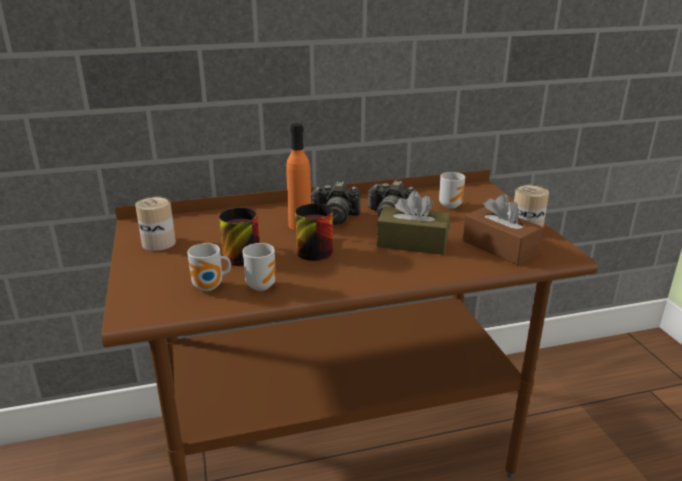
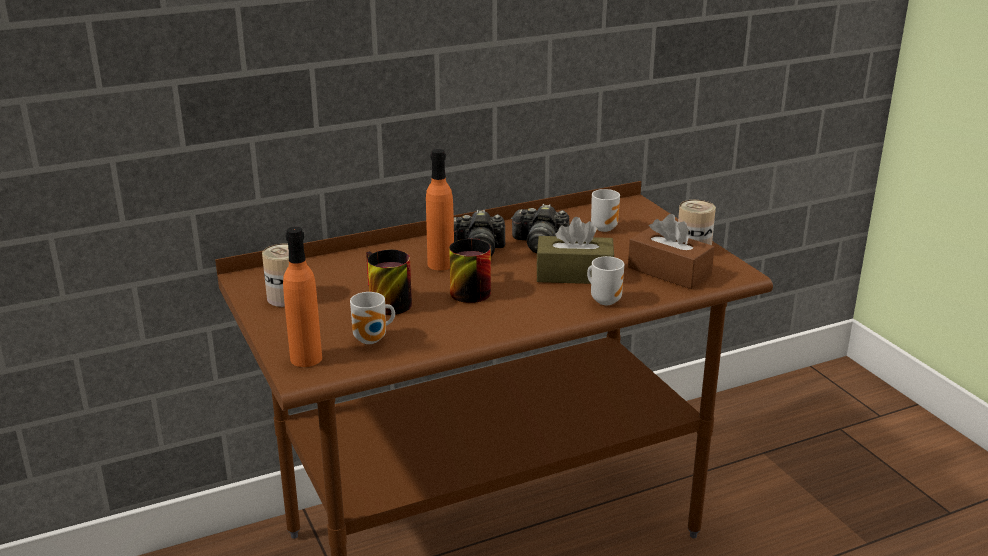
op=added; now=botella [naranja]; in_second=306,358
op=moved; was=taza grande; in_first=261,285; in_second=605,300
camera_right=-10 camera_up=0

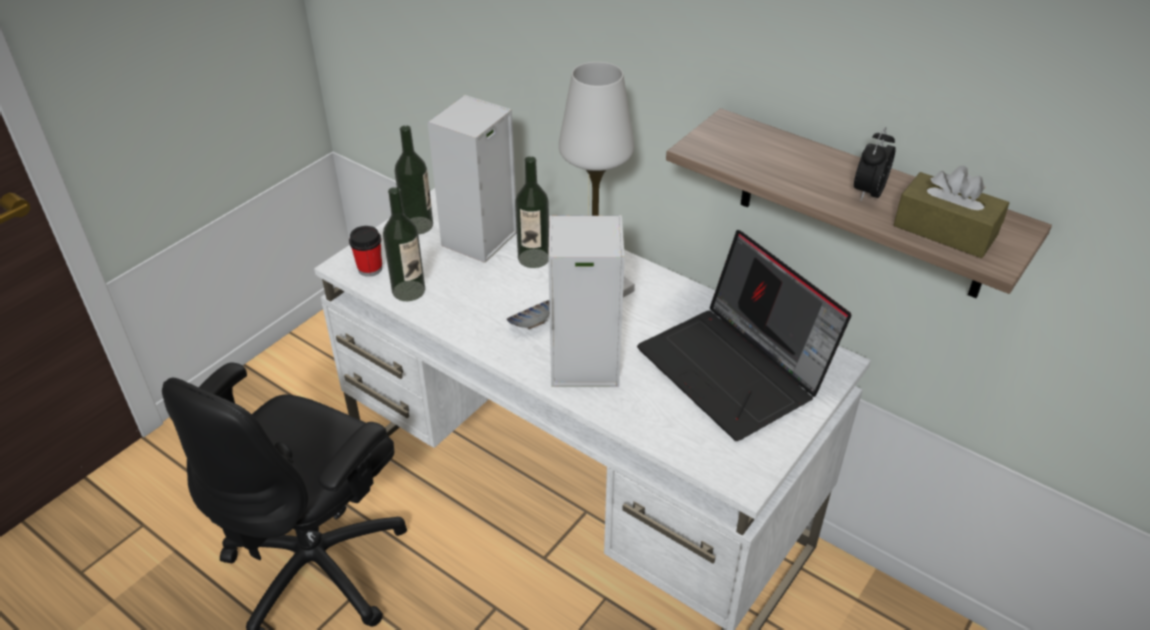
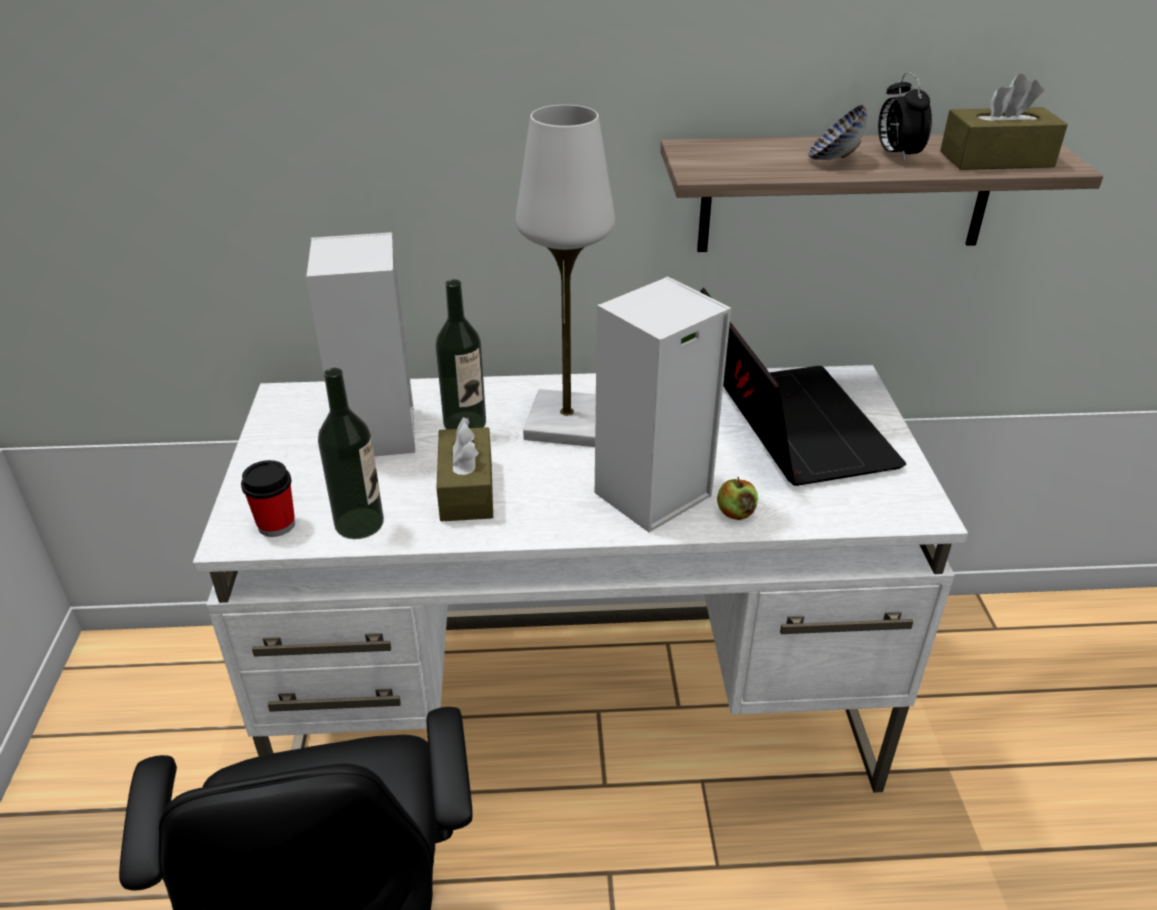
op=added; now=caja de pañuelos [marrón]; in_second=466,489
op=turned; was=portátil; in_first=736,370; in_second=788,426; clockwise=-120
op=added; now=manzana; in_second=735,513
op=moved; was=cuenco; in_first=531,325; in_second=833,159
op=removed; was=botella; in_first=418,225
camera_right=-40 camera_up=-5

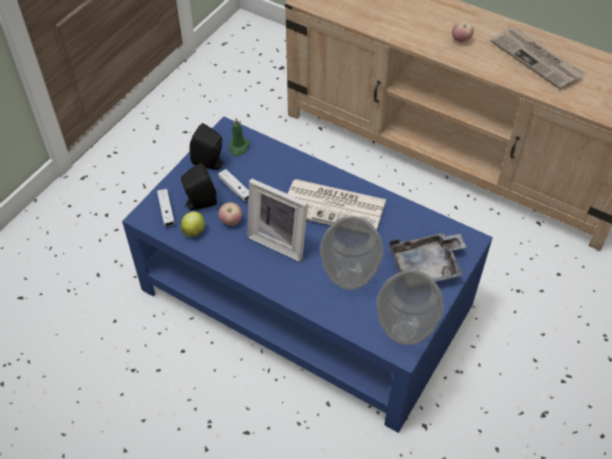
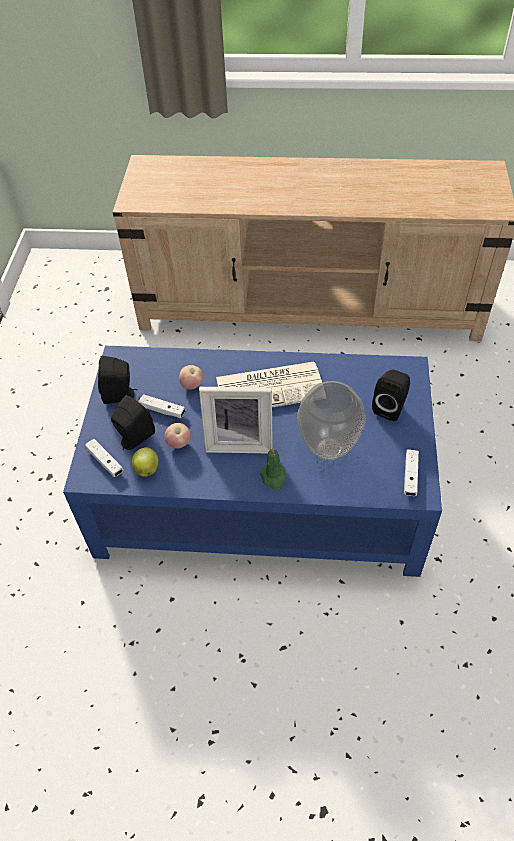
op=moved; was=manzana; in_first=460,40; in_second=192,385
op=moved; was=vela [verde]; in_first=238,148; in_second=273,477
op=replaced; was=bandeja [gris]; now=altavoz [negro]; in_first=427,267; in_second=390,407
op=replaced; was=florero; now=mando de consola [blanco]; in_first=403,332; in_second=410,476
op=removed; was=periódico; in_first=536,60
camera_right=-25 camera_up=0

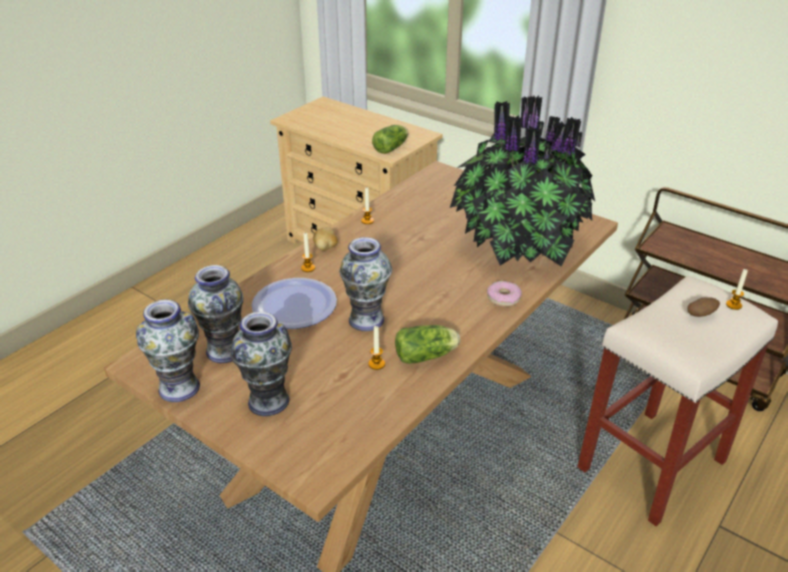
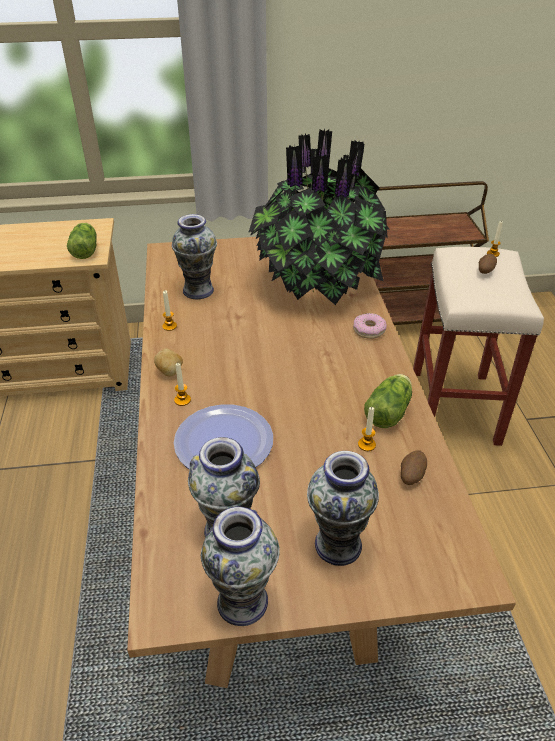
op=moved; was=florero; in_first=366,319; in_second=197,290
op=added; now=patata; in_second=411,475
camera_right=-45 camera_up=5

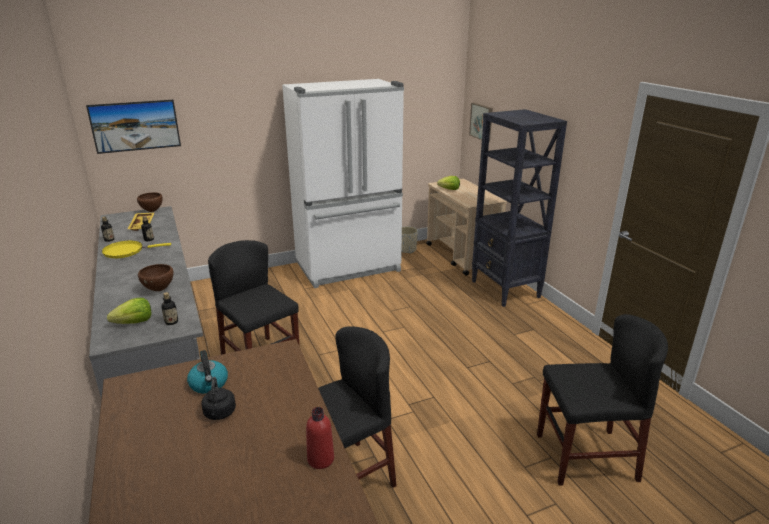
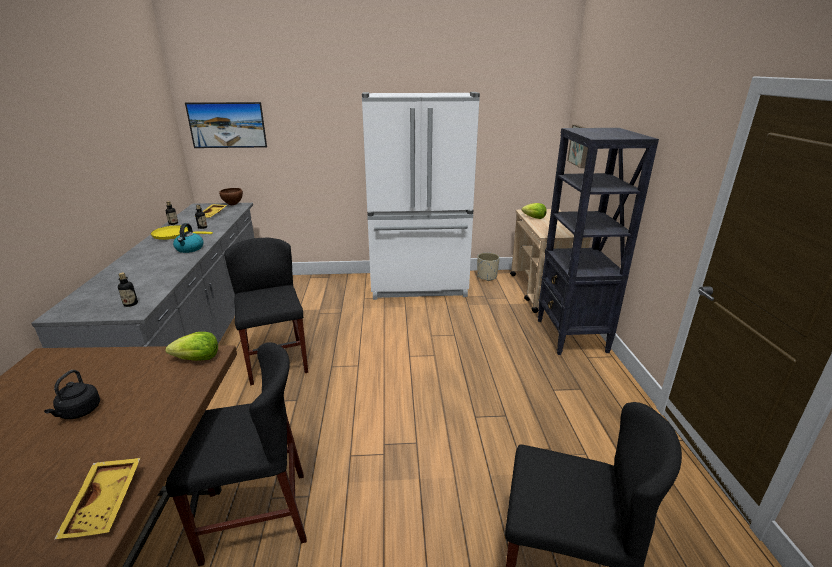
op=replaced; was=botella [rojo]; now=bandeja [amarillo]; in_first=320,459; in_second=106,503
op=moved; was=lechuga; in_first=134,322; in_second=197,359
op=moved; was=hervidor; in_first=209,384; in_second=189,249
op=removed; was=cuenco [marrón]; in_first=159,289
camera_right=20 camera_up=0

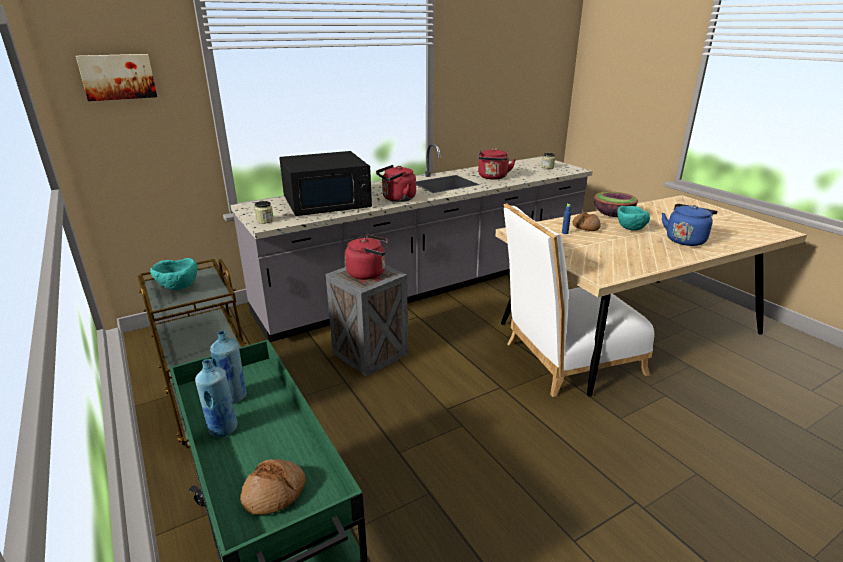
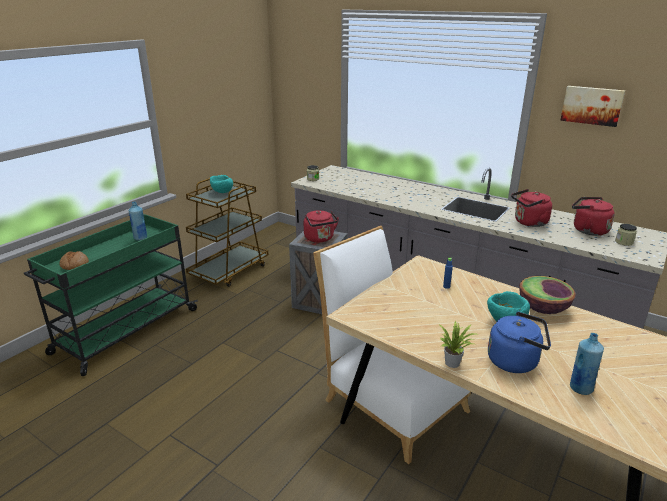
op=added; now=planta en maceta; in_second=454,362
op=moved; was=cuadro; in_first=118,77; in_second=592,105
op=moved; was=botella [azul]; in_first=222,429; in_second=580,388
op=moved; was=hervidor [rojo]; in_first=397,199; in_second=587,230
op=removed; was=microondas [negro]; in_first=327,203
op=removed; was=pan; in_first=585,227
camera_right=65 camera_up=0

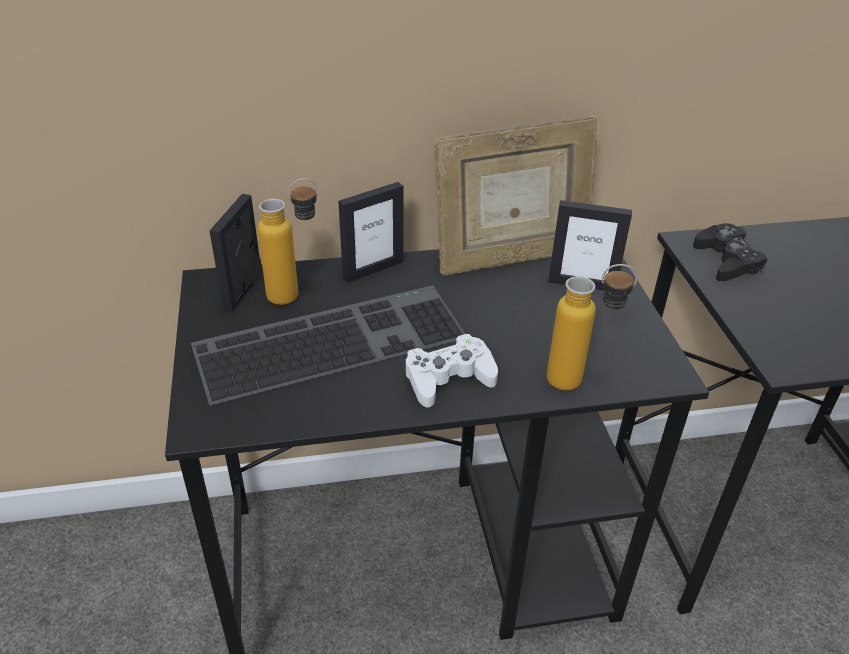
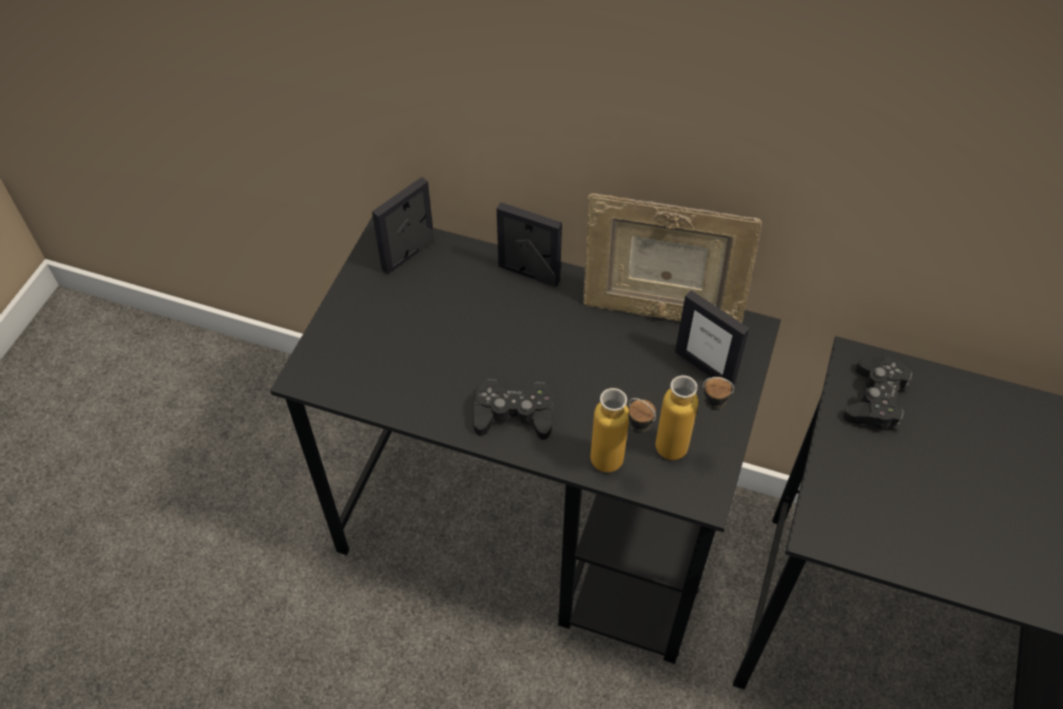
op=recoloured; was=mando de consola [blanco]; now=mando de consola [negro]; in_first=448,378; in_second=513,415
op=turned; was=portarretratos; in_first=373,269; in_second=528,274; clockwise=-150
op=moved; was=botella; in_first=296,295; in_second=685,450
op=removed; was=teclado; in_first=332,339
camera_right=30 camera_up=15

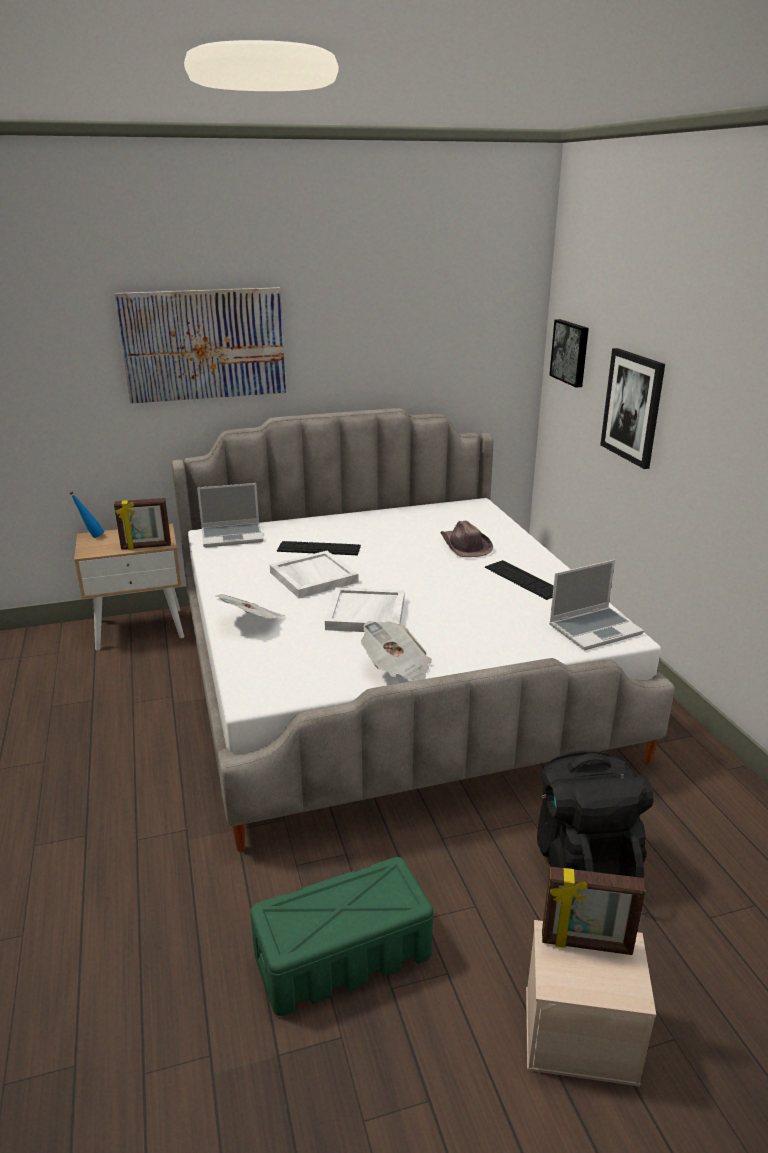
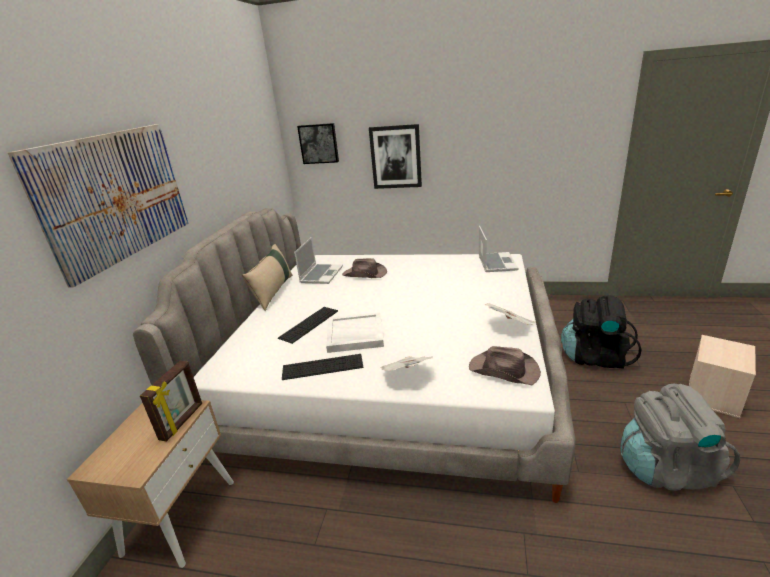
op=added; now=cojín [beis]; in_second=273,292
op=moved; was=teclado; in_first=523,579; in_second=322,367
op=moved; was=portátil; in_first=233,536; in_second=321,274
op=added; now=sombrero [marrón]; in_second=504,370
op=replaced; was=caja de almacenaje [verde]; now=mochila [gris]; in_first=342,956; in_second=666,469
op=removed; was=botella [azul]; in_first=91,537
op=removed; was=bandeja [blanco]; in_first=366,614
op=removed; was=portarretratos; in_first=586,944
camera_right=-60 camera_up=0

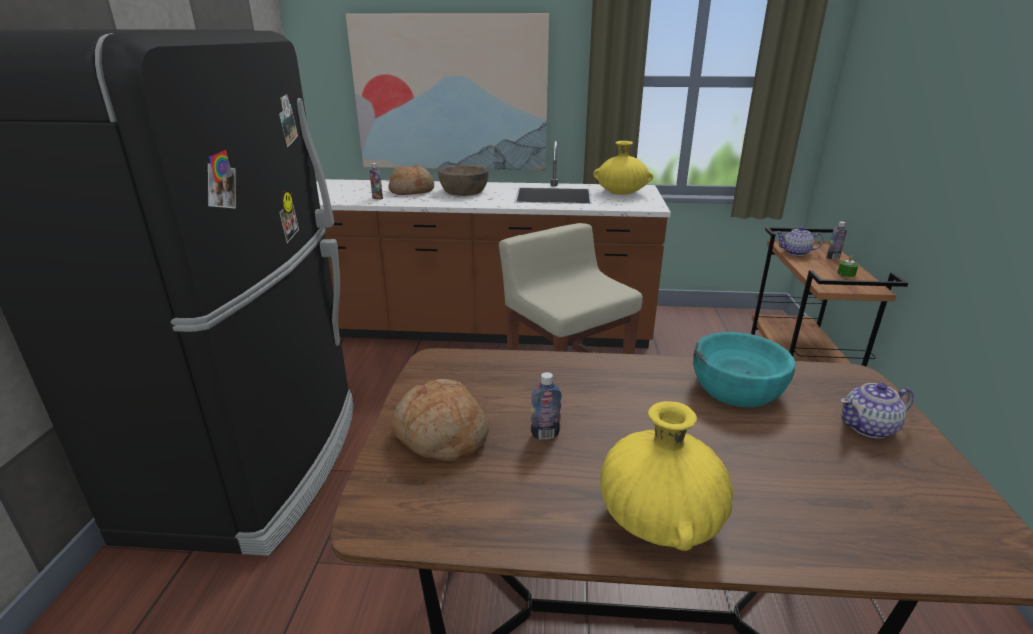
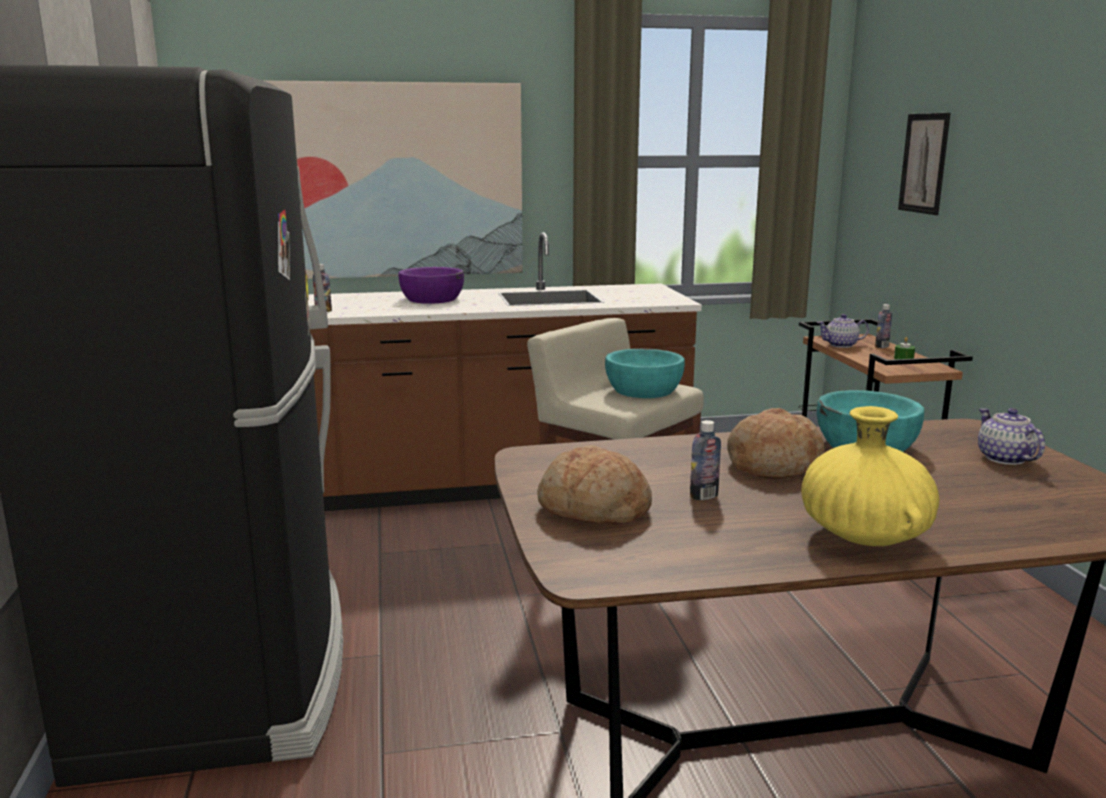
op=recoloured; was=cuenco [marrón]; now=cuenco [morado]; in_first=464,191; in_second=432,299
op=added; now=cuenco [turquesa]; in_second=643,390
op=moved; was=pan; in_first=412,191; in_second=773,464
op=added; now=cuadro; in_second=924,163
op=turned; was=tetera; in_first=869,427; in_second=1005,459; clockwise=105
op=removed; was=florero [amarillo]; in_first=621,193
camera_right=-15 camera_up=-10

